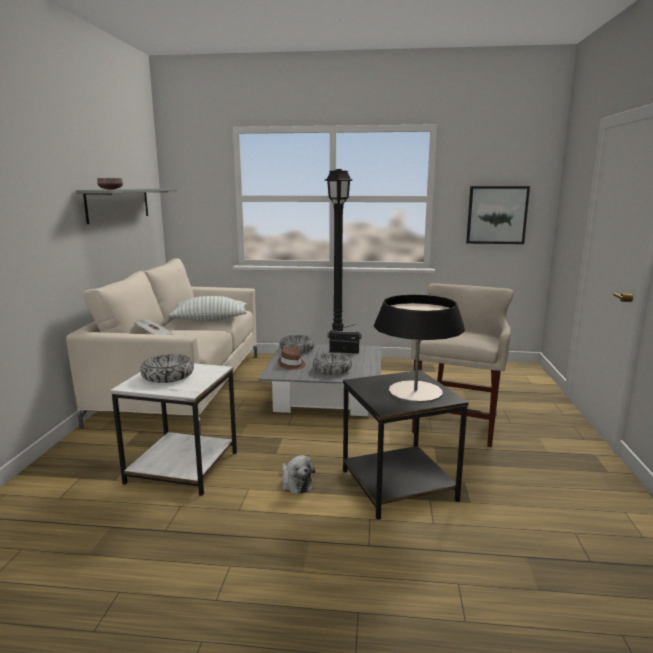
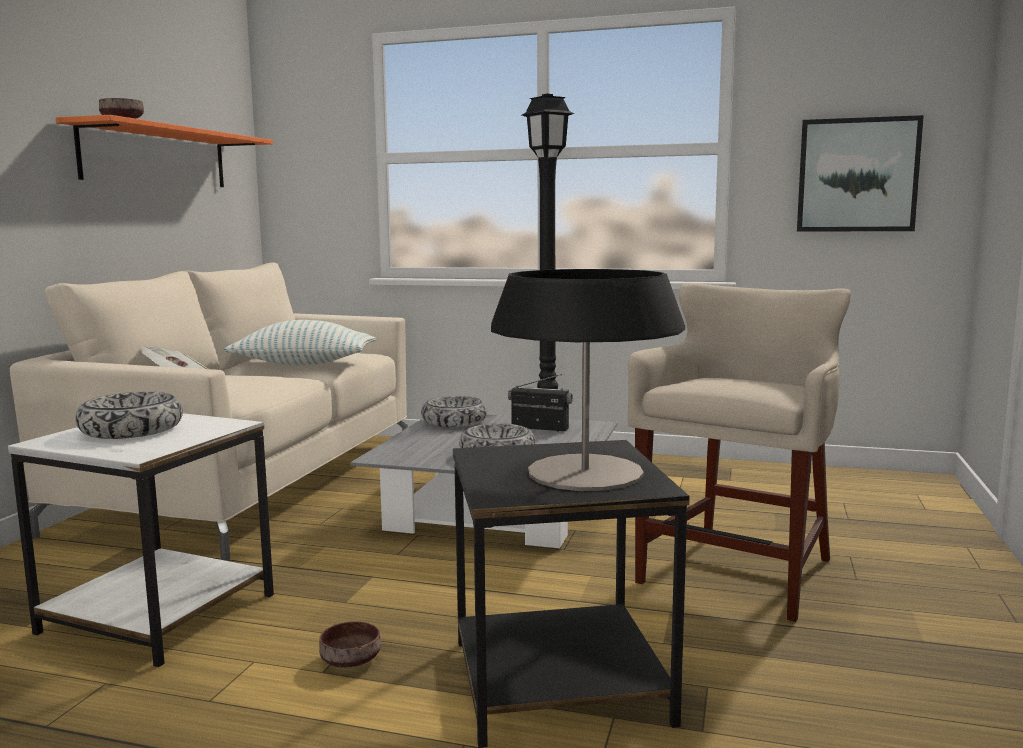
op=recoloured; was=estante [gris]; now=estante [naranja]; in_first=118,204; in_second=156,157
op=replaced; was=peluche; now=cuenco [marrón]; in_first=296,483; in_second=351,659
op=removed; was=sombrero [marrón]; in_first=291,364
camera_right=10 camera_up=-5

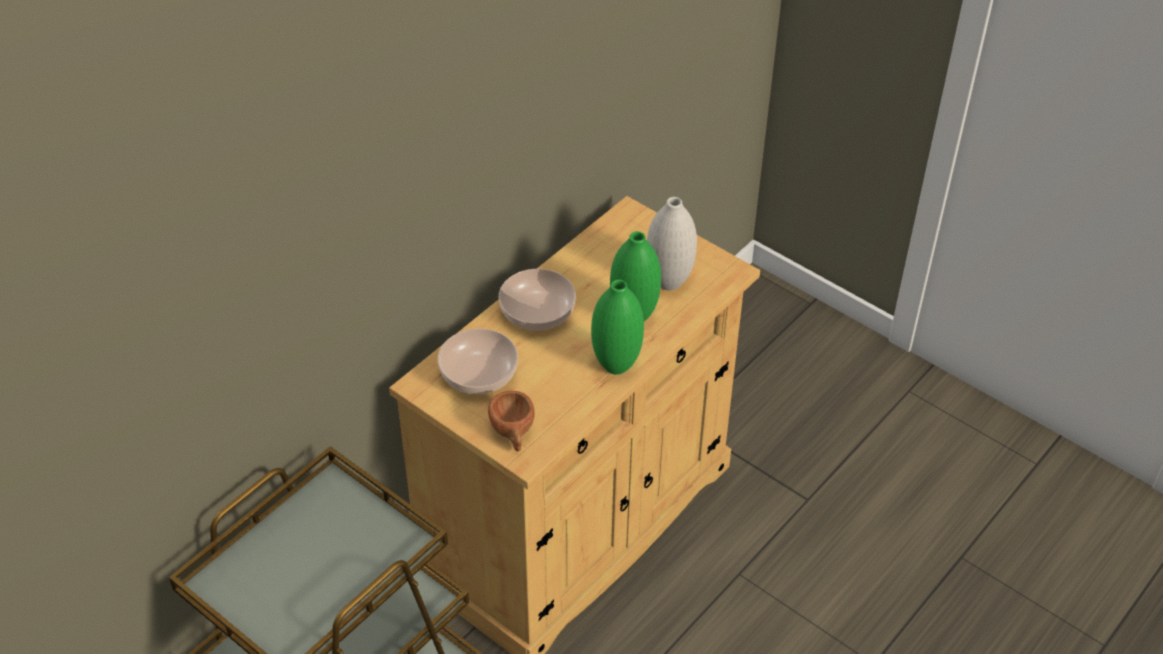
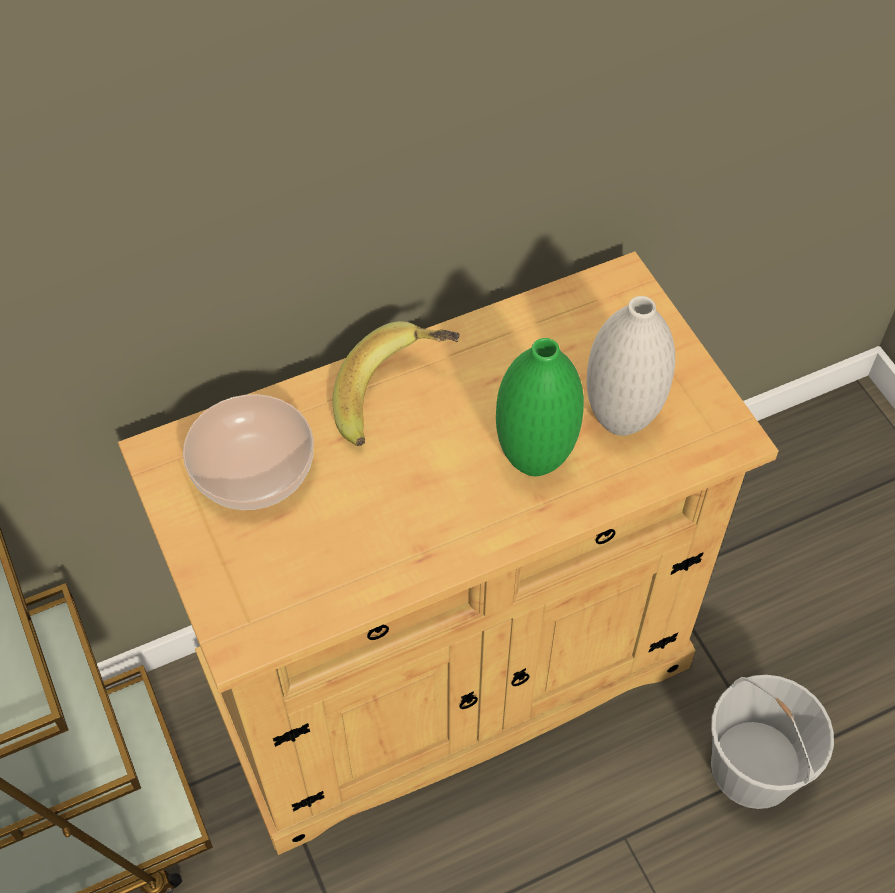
op=replaced; was=cuenco; now=plátano; in_first=538,312; in_second=397,399
op=added; now=cubo [blanco]; in_second=755,767
op=removed; was=taza [marrón]; in_first=513,433
op=removed; was=florero [verde]; in_first=616,365
camera_right=25 camera_up=10

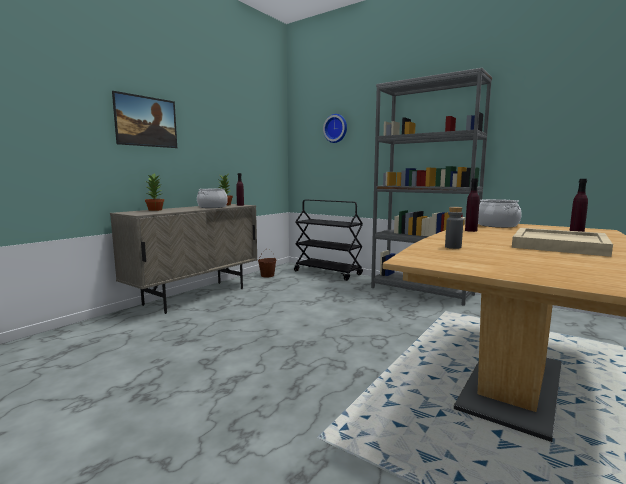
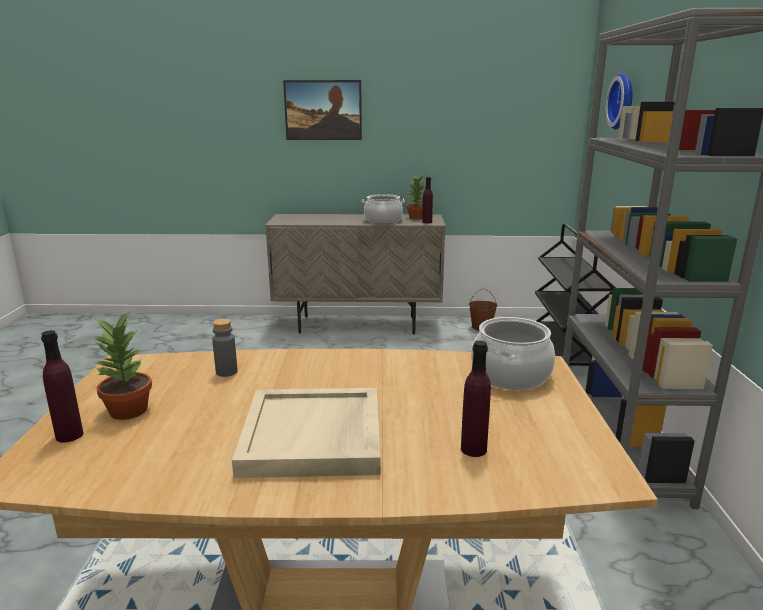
op=moved; was=botella [morado]; in_first=471,230; in_second=69,435
op=moved; was=planta en maceta; in_first=155,210; in_second=129,410
camera_right=55 camera_up=10

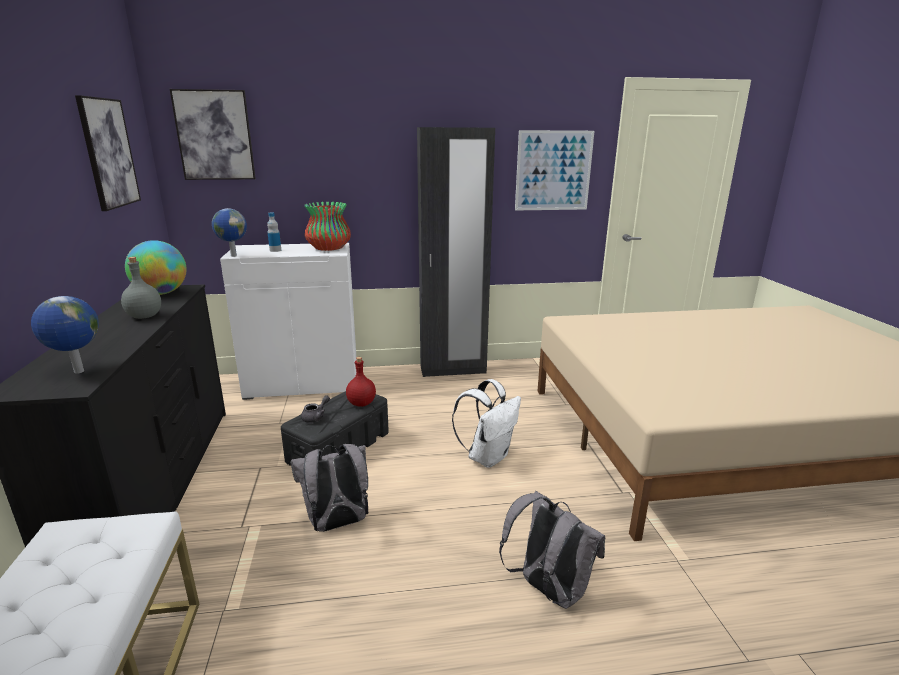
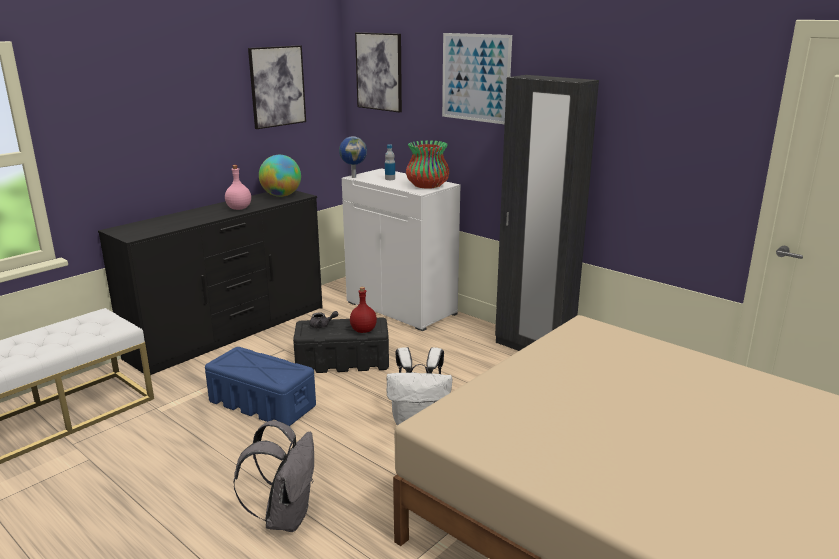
op=replaced; was=mochila [gris]; now=caja de almacenaje [azul]; in_first=337,524; in_second=261,403
op=recoloured; was=botella [gris]; now=botella [rosa]; in_first=144,316; in_second=238,208
op=moved; was=cuadro; in_first=553,171; in_second=475,78
op=removed; was=globo terráqueo; in_first=78,372
camera_right=50 camera_up=0

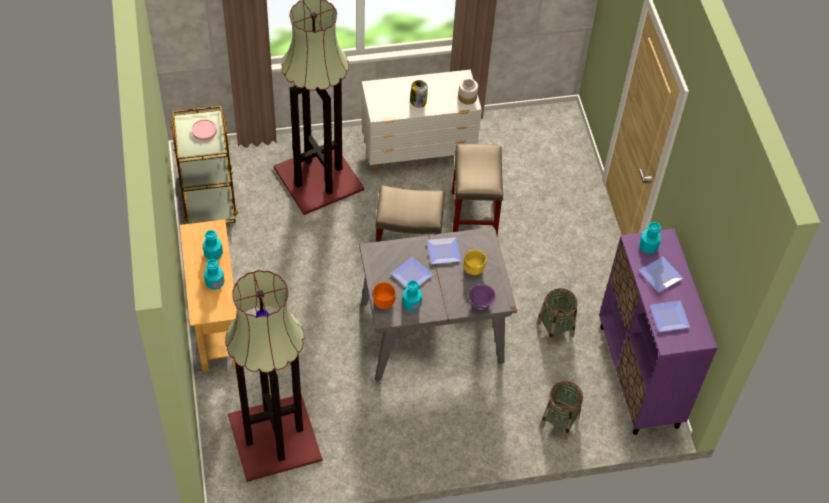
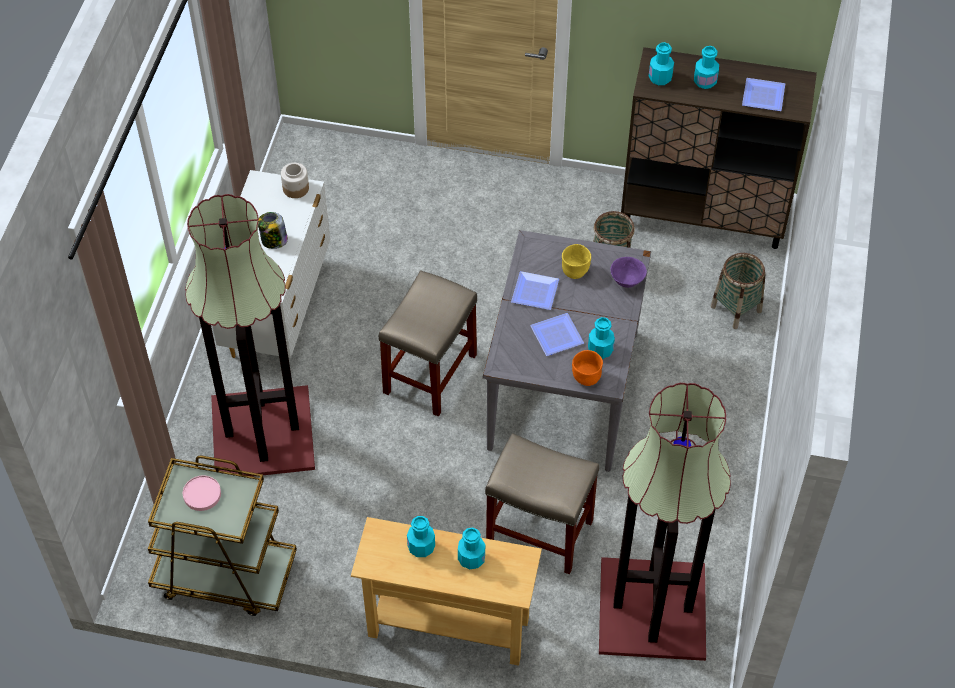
op=moved; was=taburete [beis]; in_first=473,214; in_second=538,531
op=recoloured; was=armario [morado]; now=armario [marrón]; in_first=639,376; in_second=704,215
op=replaced; was=plato; now=botella [turquesa]; in_first=662,276; in_second=705,81
camera_right=-65 camera_up=0

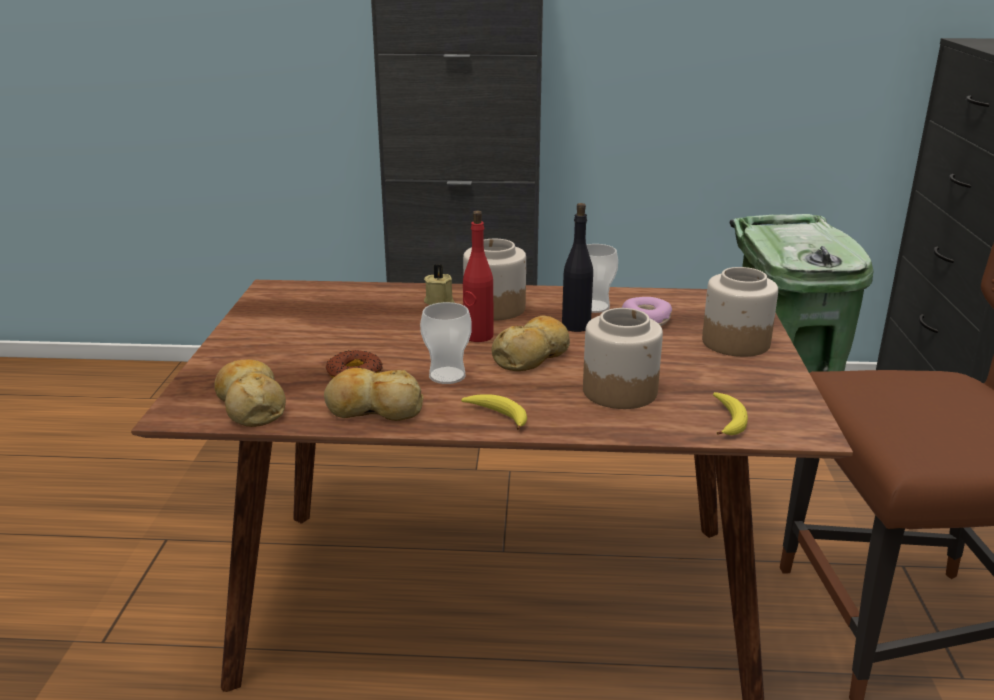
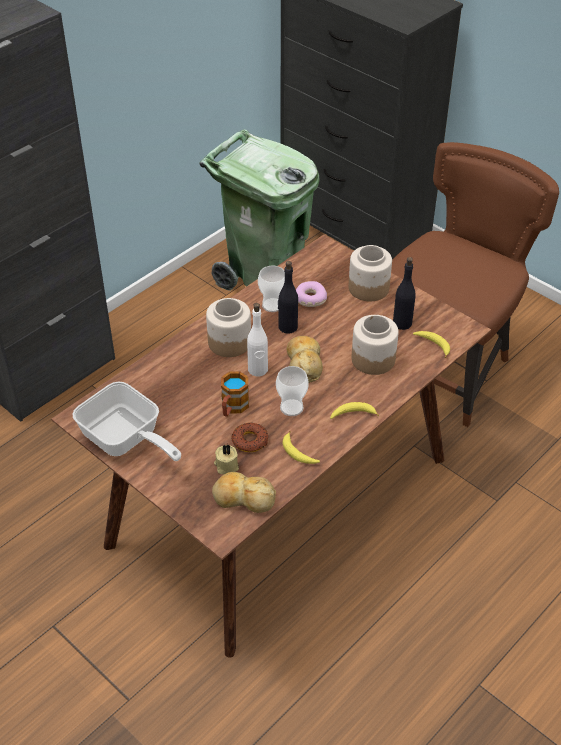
op=added; now=sartén; in_second=126,440
op=moved; was=vela [beis]; in_first=439,301; in_second=226,465
op=added; now=taza grande; in_second=233,408
op=recoloured; was=botella [rojo]; now=botella [blanco]; in_first=478,336; in_second=258,370
op=replaced; was=pan; now=plátano; in_first=374,408; in_second=298,453
op=added; now=botella [negro]; in_second=402,323
camera_right=-50 camera_up=20

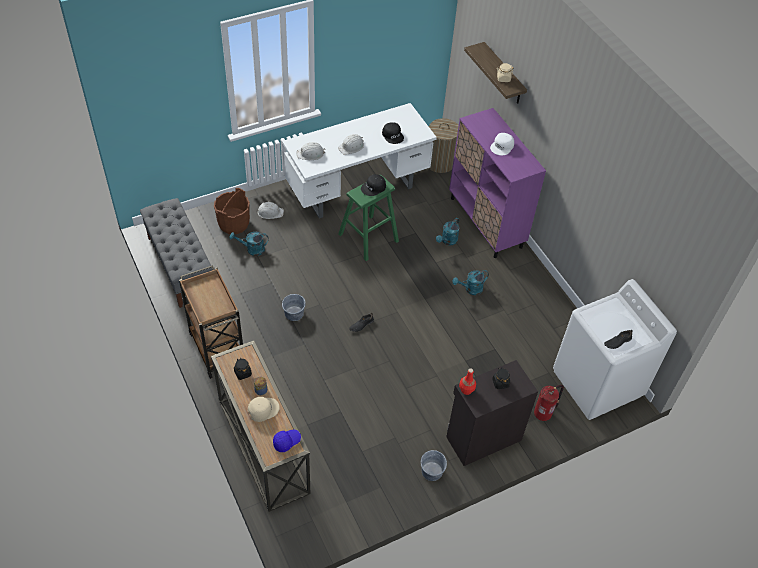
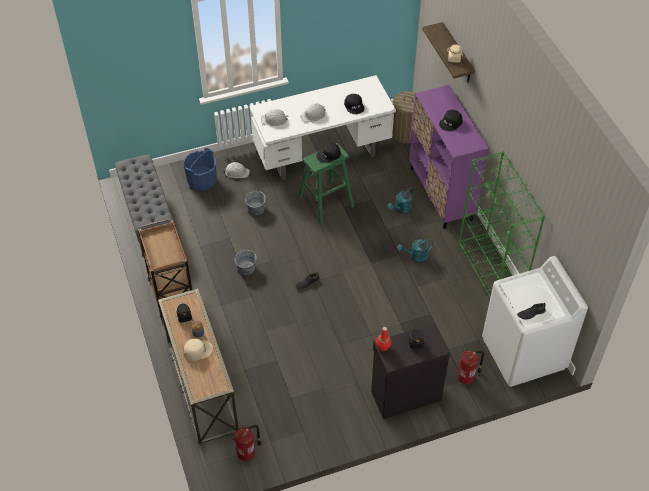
op=recoloured; was=cubo [marrón]; now=cubo [azul]; in_first=233,223; in_second=202,181
op=added; now=extintor; in_second=247,453
op=moved; was=cubo [gris]; in_first=431,471; in_second=256,208
op=recoloured; was=gorra [blanco]; now=gorra [negro]; in_first=502,146; in_second=451,123
op=added; now=estantería [verde]; in_second=490,272
op=removed; was=regadera [turquesa]; in_first=252,249
op=removed; was=gorra [azul]; in_first=286,442
camera_right=10 camera_up=0

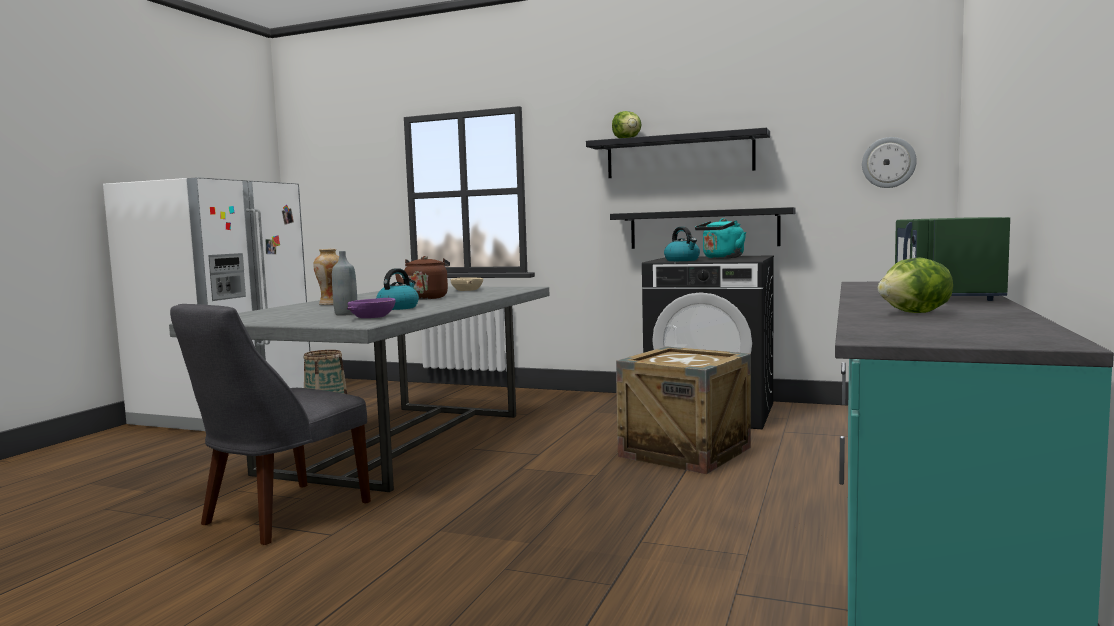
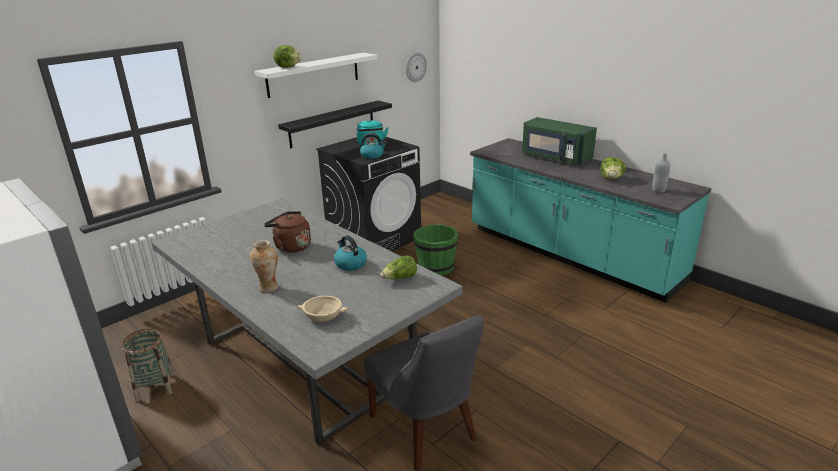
op=recoloured; was=estante [negro]; now=estante [blanco]; in_first=679,156; in_second=313,74
op=moved; was=cuenco [beis]; in_first=466,290; in_second=322,317
op=replaced; was=cuenco [morado]; now=lechuga; in_first=372,317; in_second=400,278
op=replaced; was=caja de embalaje; now=cubo [verde]; in_first=685,452; in_second=436,268
op=moved; was=botella [gris]; in_first=346,314; in_second=658,190
camera_right=-65 camera_up=20

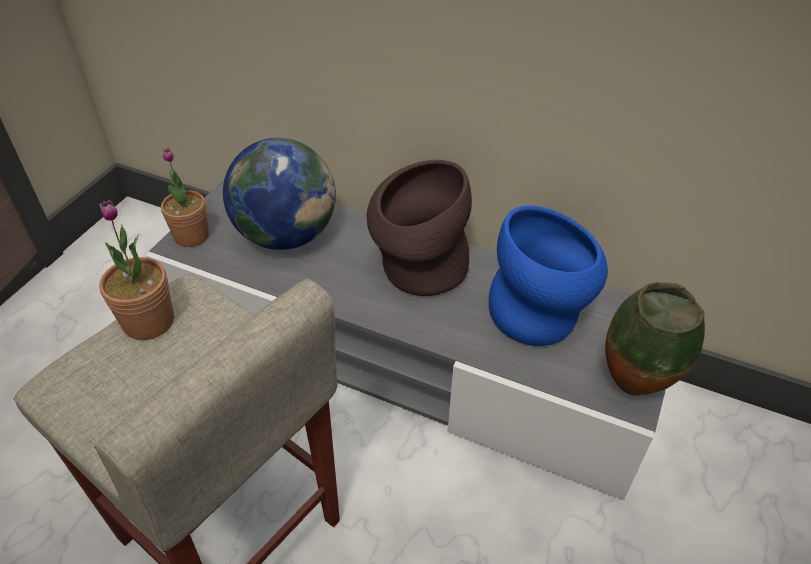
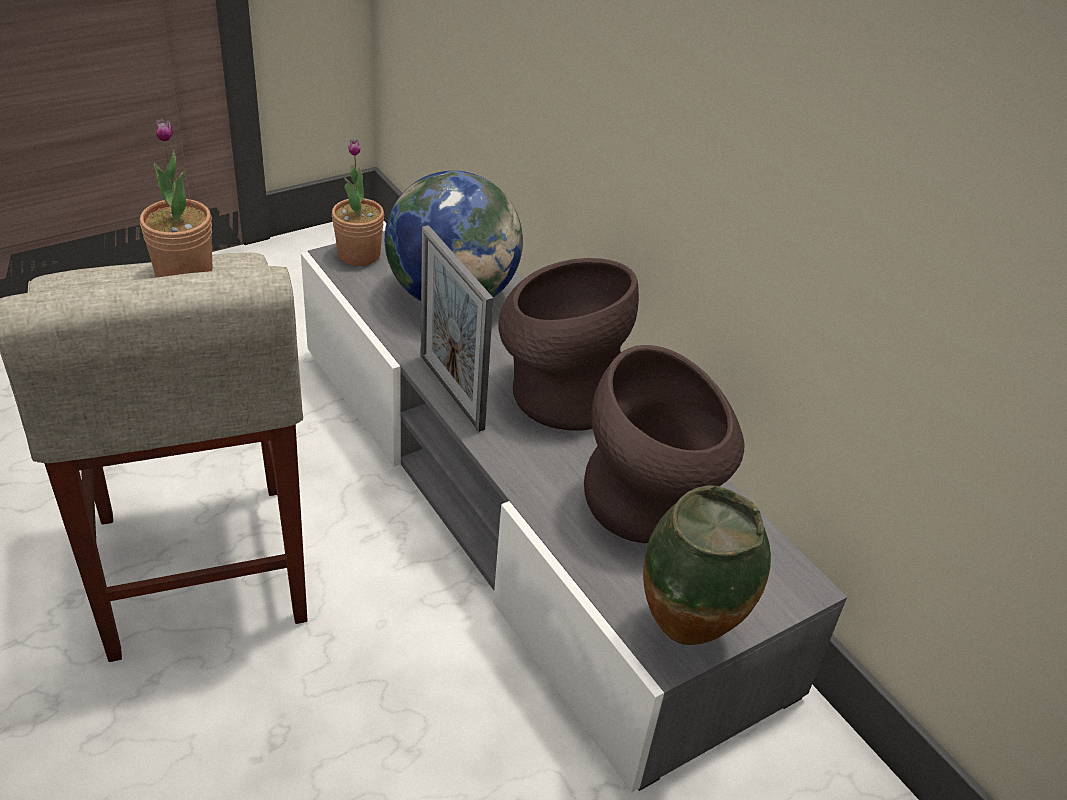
op=added; now=portarretratos; in_second=451,391
op=recoloured; was=florero [azul]; now=florero [marrón]; in_first=540,316; in_second=651,508
camera_right=30 camera_up=-5

